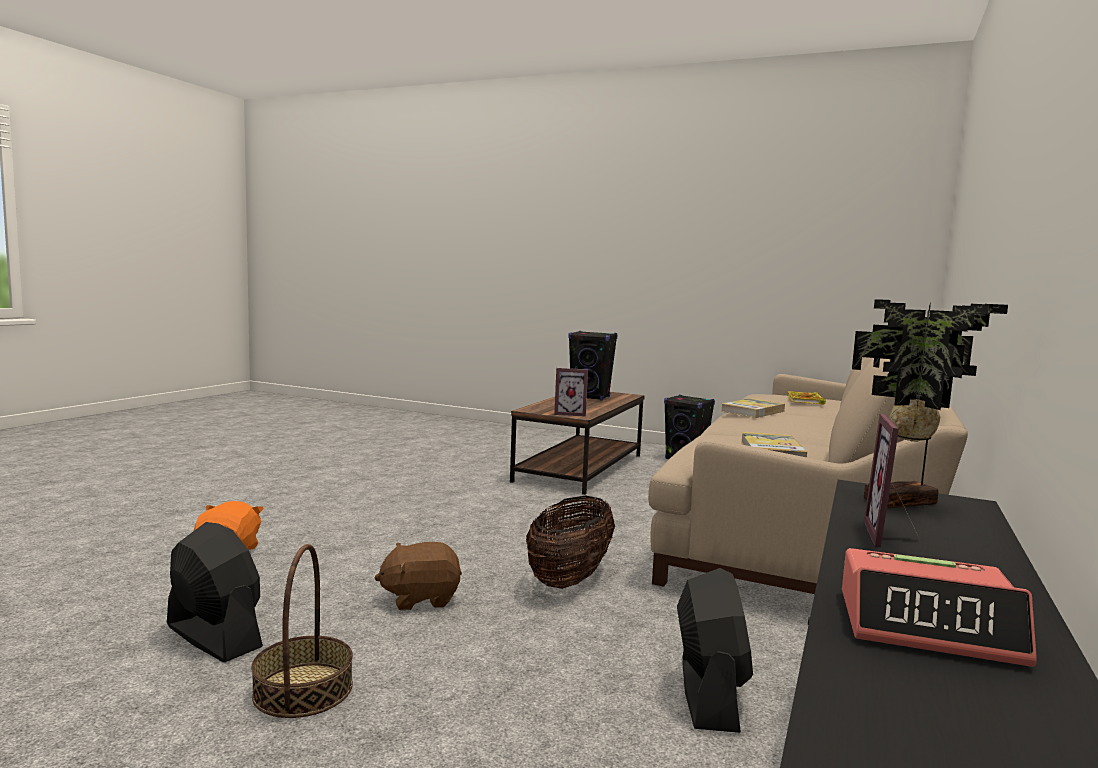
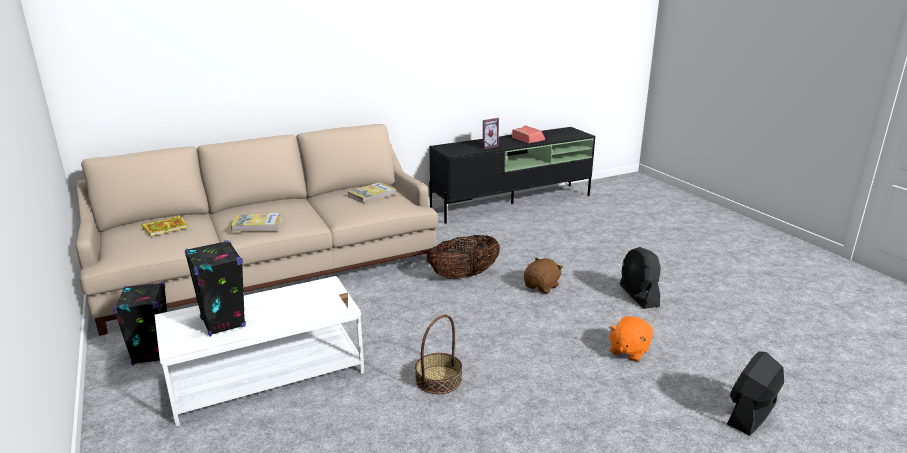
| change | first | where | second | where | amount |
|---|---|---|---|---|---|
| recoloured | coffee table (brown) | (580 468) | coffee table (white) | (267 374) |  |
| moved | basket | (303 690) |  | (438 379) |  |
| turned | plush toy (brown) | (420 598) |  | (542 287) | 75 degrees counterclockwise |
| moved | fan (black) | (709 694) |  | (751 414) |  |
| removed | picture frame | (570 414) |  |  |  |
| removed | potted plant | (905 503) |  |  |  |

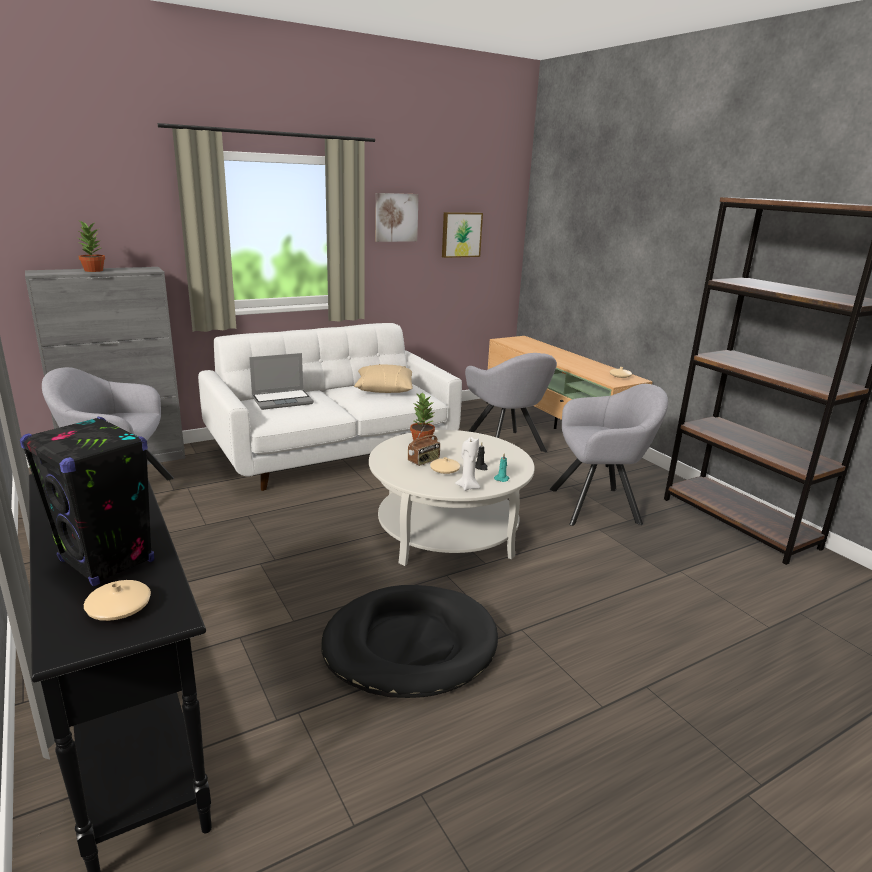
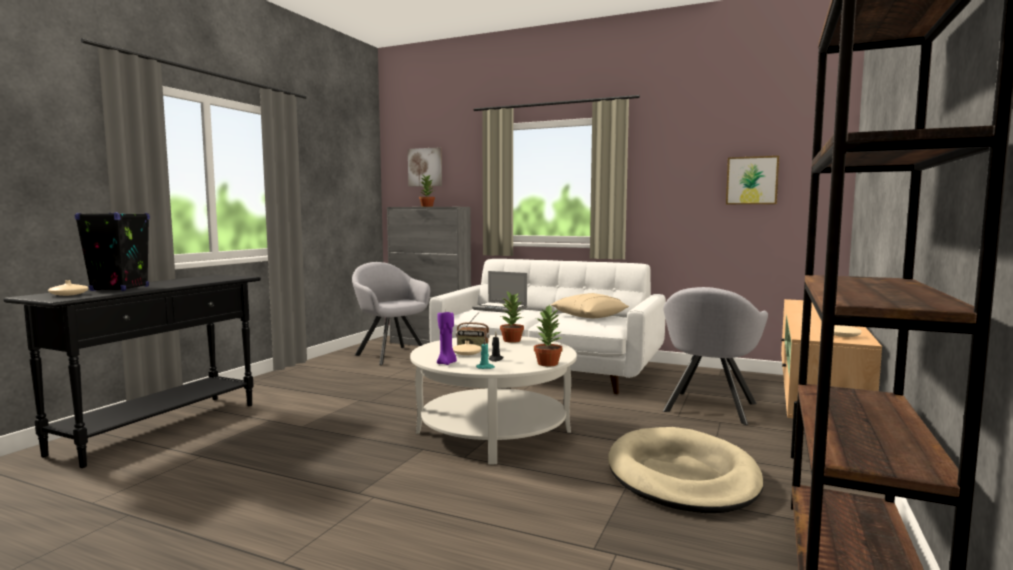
| change | first | where | second | where | amount |
|---|---|---|---|---|---|
| moved | picture | (396 217) |  | (425 167) |  |
| recoloured | candle (white) | (467 487) | candle (purple) | (447 363) |  |
| added |  |  | potted plant | (548 363) |  |
| replaced | armchair (grey) | (600 506) | dog bed (beige) | (682 476) |  |
| removed | dog bed (black) | (410 645) |  |  |  |

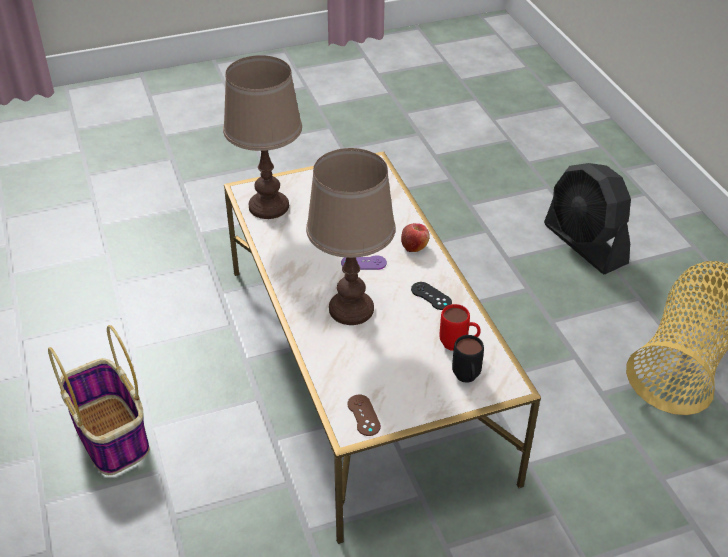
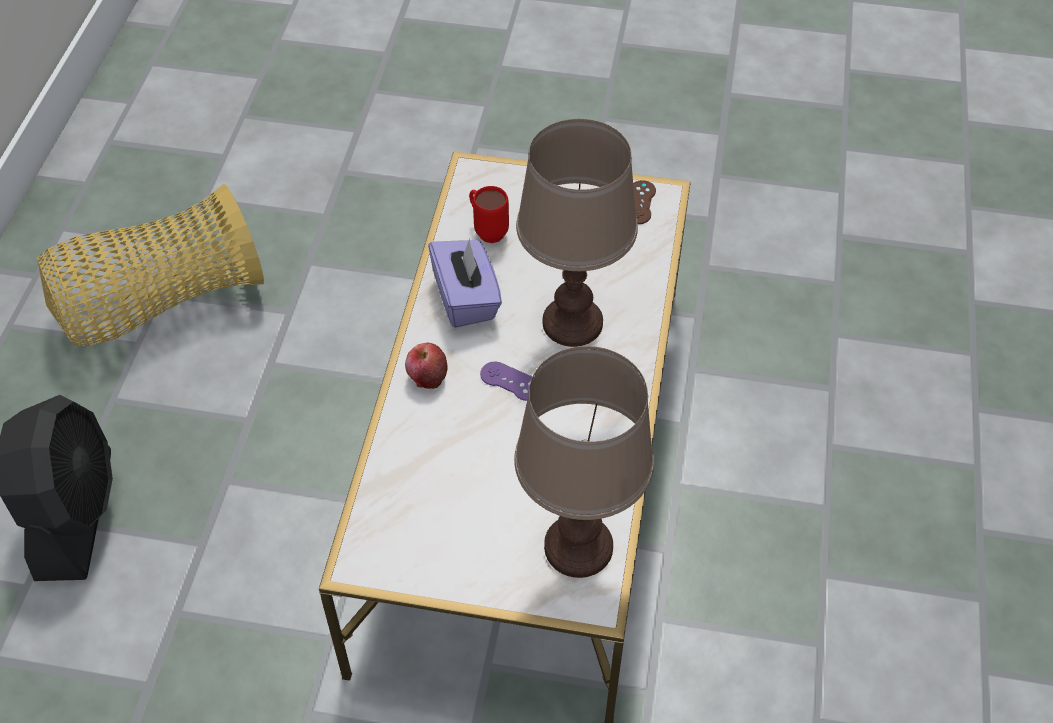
| change | first | where | second | where | amount |
|---|---|---|---|---|---|
| replaced | game controller (black) | (431 296) | tissue box (purple) | (466 299) |  |
| removed | basket | (111 435) |  |  |  |
| removed | mug (black) | (466 379) |  |  |  |

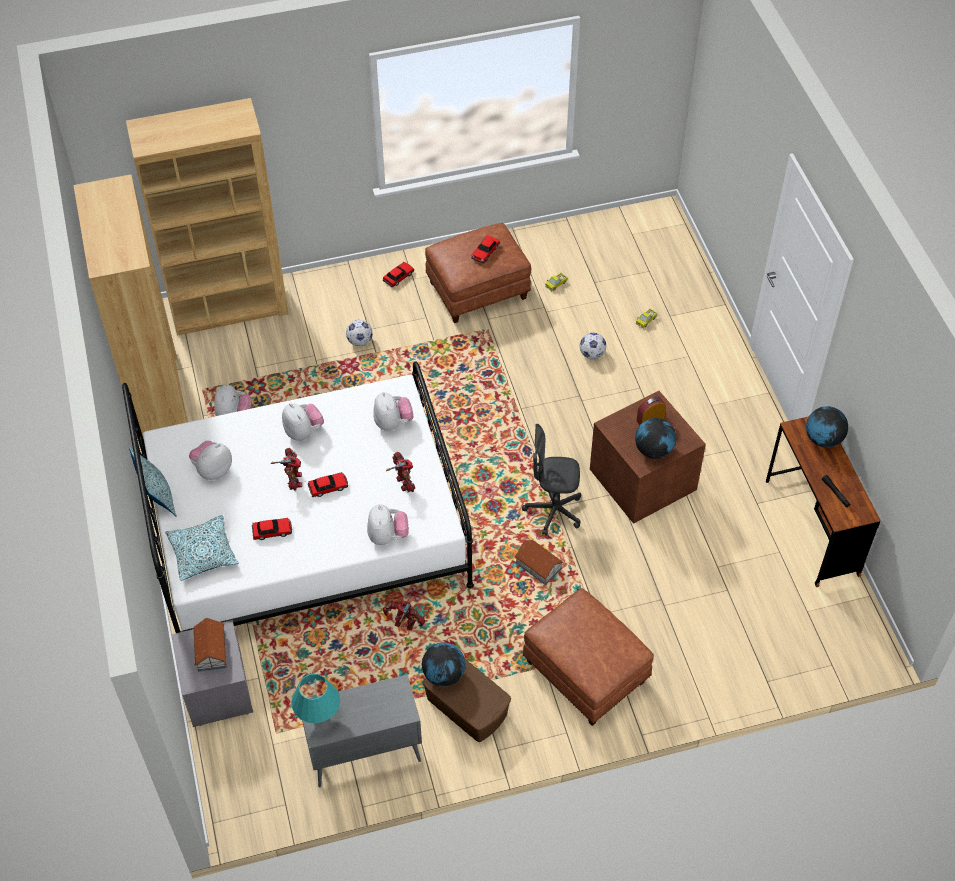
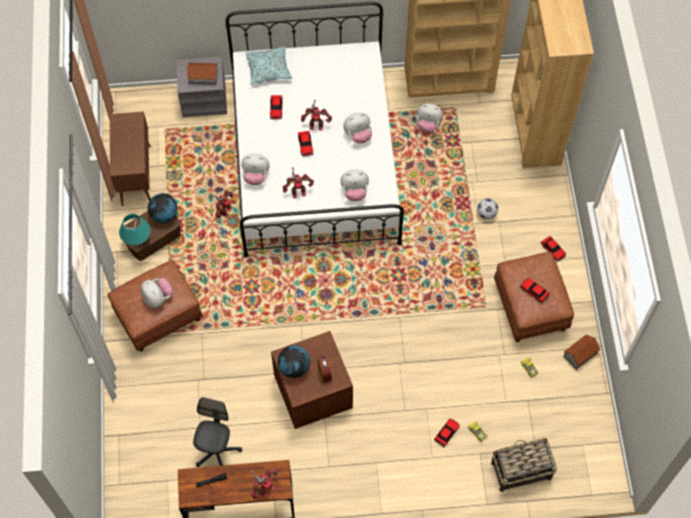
| change | first | where | second | where | amount |
|---|---|---|---|---|---|
| recoloured | cabinet (grey) | (364 754) | cabinet (brown) | (136 175) |  |
| moved | table lamp (turquoise) | (318 715) |  | (137 240) |  |
| moved | plush toy | (213 470) |  | (158 298) |  |
| moved | office chair (grey) | (553 511) |  | (216 451) |  |
| replaced | globe | (823 439) | toy robot | (265 488) |  |
| added |  |  | toy car | (447 433) |  |
| added |  |  | basket | (520 470) |  |
| moved | toy house | (538 565) |  | (580 354) |  |
| removed | pillow | (158 497) |  |  |  |
| removed | football | (592 354) |  |  |  |

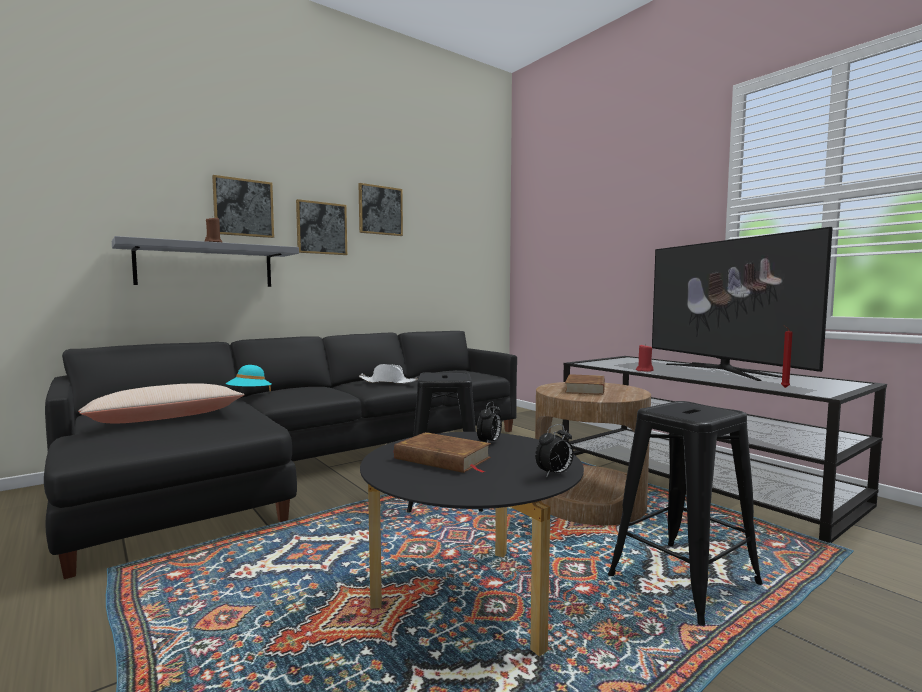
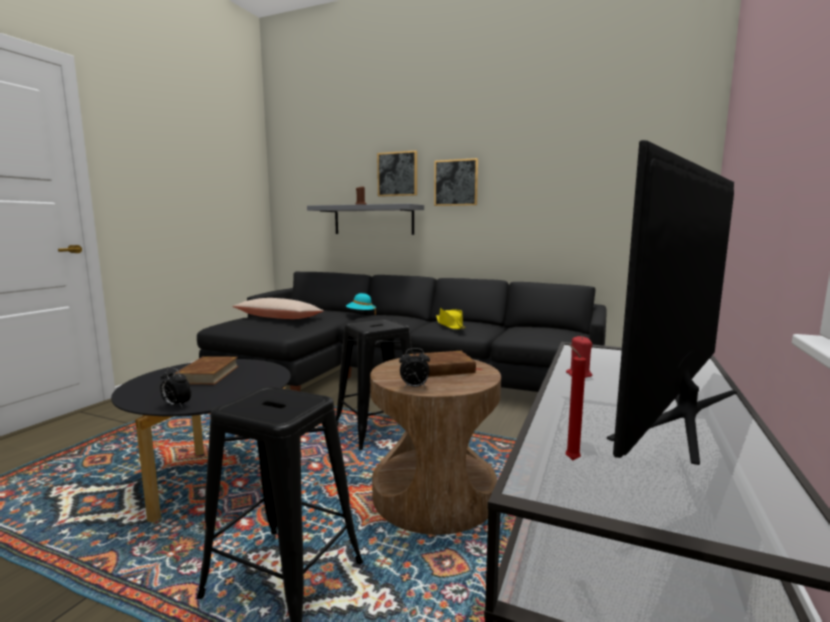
| change | first | where | second | where | amount |
|---|---|---|---|---|---|
| moved | alarm clock | (489 442) |  | (414 387) |  |
| recoloured | hat (white) | (388 382) | hat (yellow) | (450 325) |  |
| removed | picture | (380 210) |  |  |  |

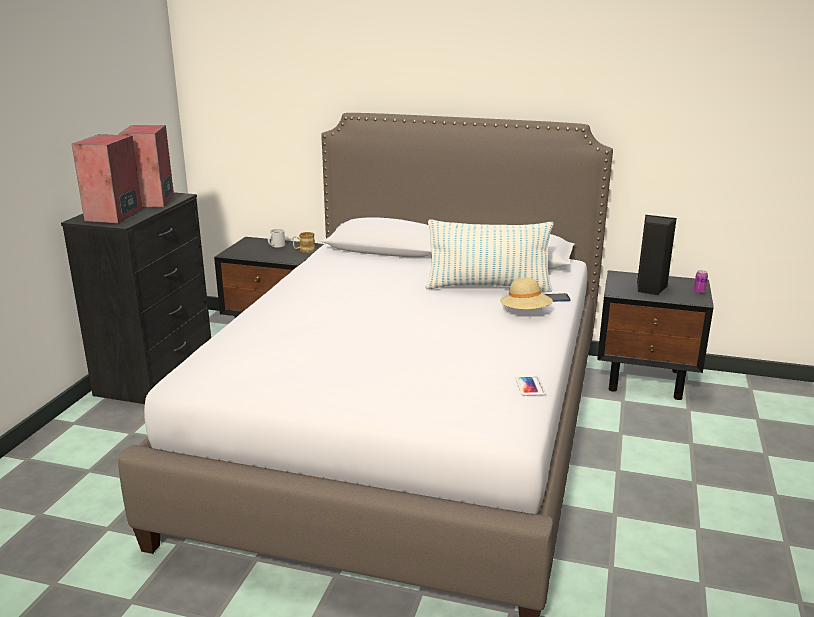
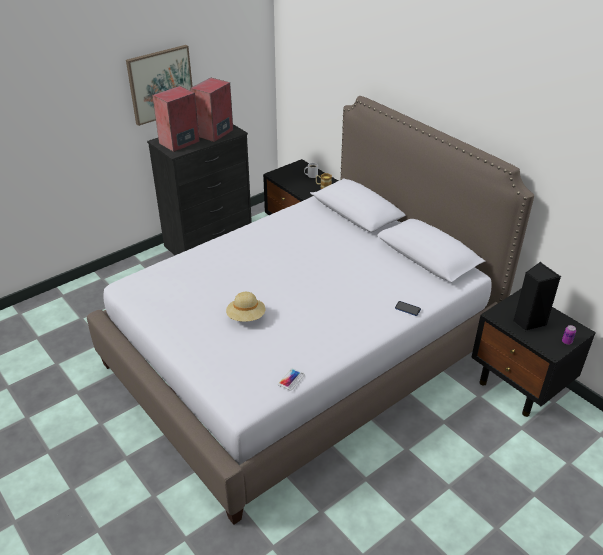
| change | first | where | second | where | amount |
|---|---|---|---|---|---|
| added |  |  | picture | (160 84) |  |
| moved | hat (beige) | (525 312) |  | (246 317) |  |
| removed | pillow | (488 287) |  |  |  |

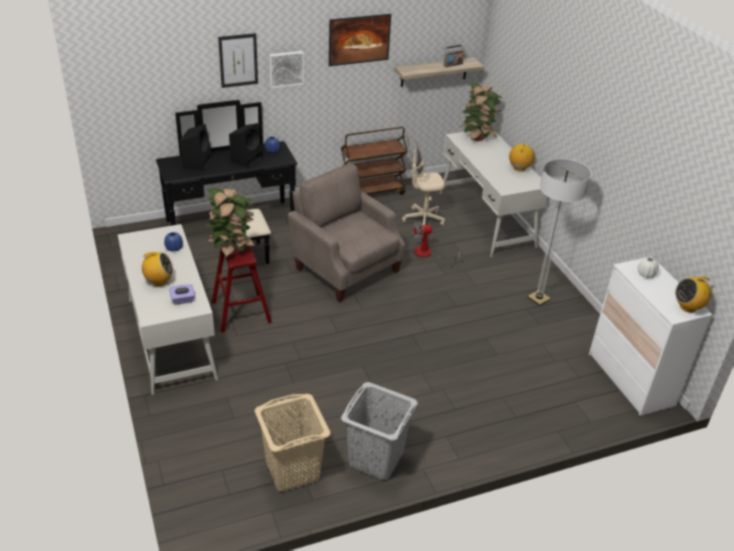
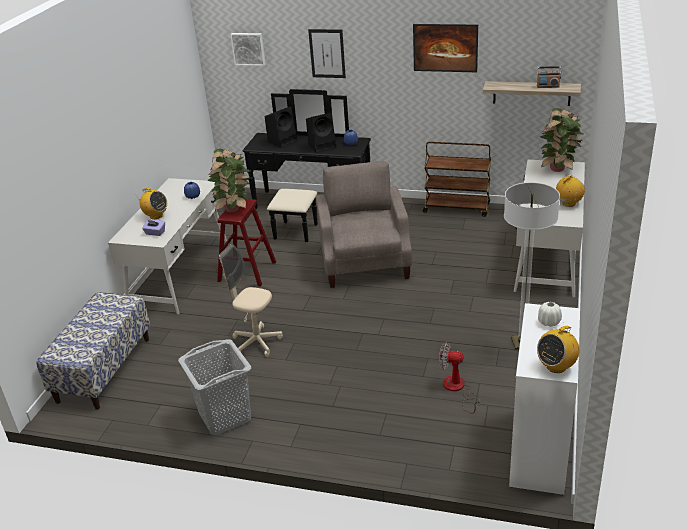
| change | first | where | second | where | amount |
|---|---|---|---|---|---|
| added |  |  | bench | (104 369) |  |
| moved | office chair (beige) | (423 219) |  | (256 343) |  |
| moved | picture | (286 68) |  | (248 48) |  |
| moved | fan | (428 254) |  | (457 389) |  |
| turned | radio | (688 307) |  | (556 366) | 60 degrees counterclockwise |
| removed | laundry basket (beige) | (293 470) |  |  |  |

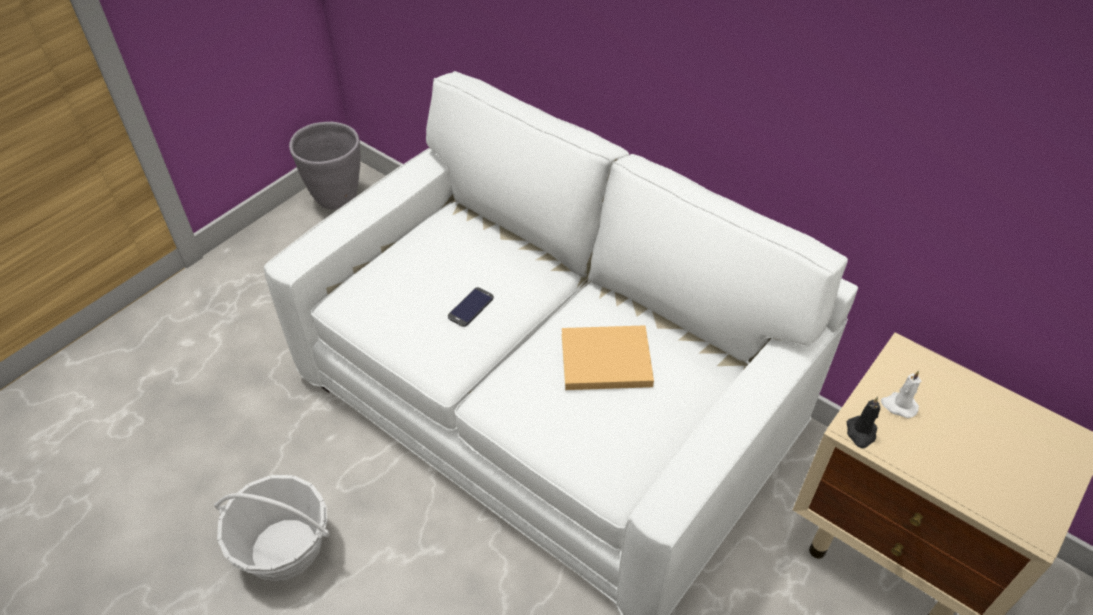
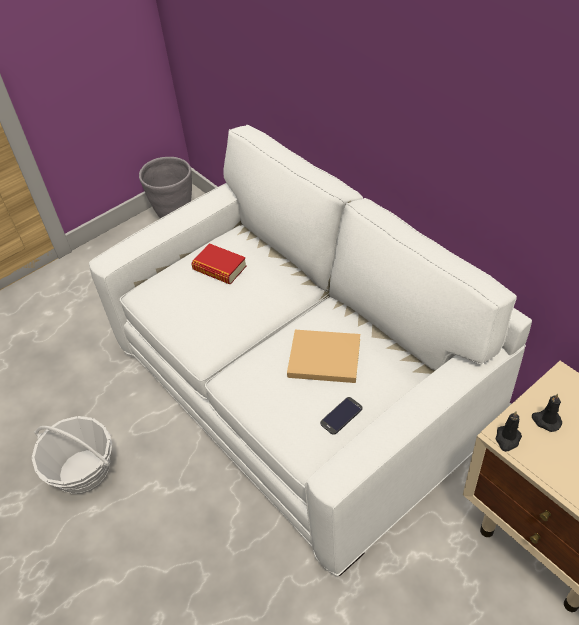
| change | first | where | second | where | amount |
|---|---|---|---|---|---|
| added |  |  | book | (219 268) |  |
| moved | phone | (470 307) |  | (341 415) |  |
| recoloured | candle (white) | (898 405) | candle (black) | (546 420) |  |

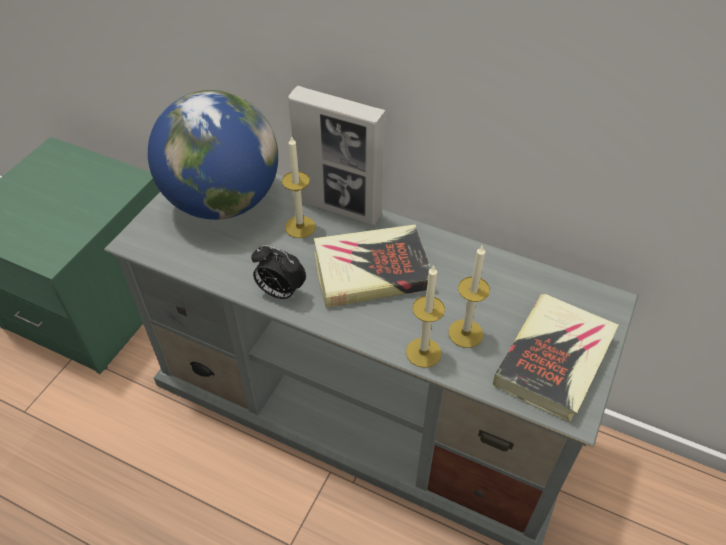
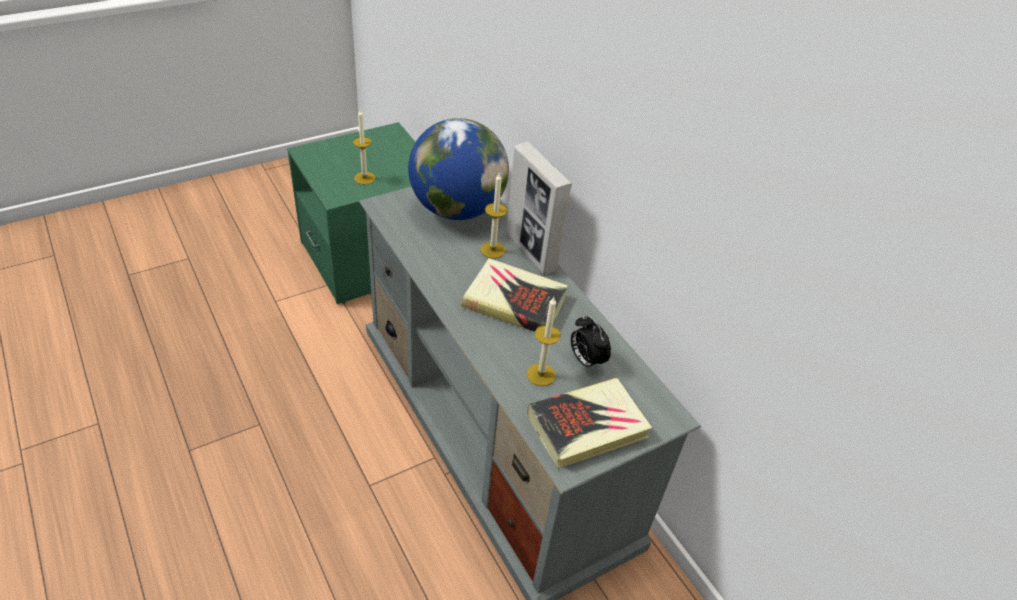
| change | first | where | second | where | amount |
|---|---|---|---|---|---|
| moved | candle | (423 352) |  | (364 178) |  |
| moved | alarm clock | (280 292) |  | (586 360) |  |

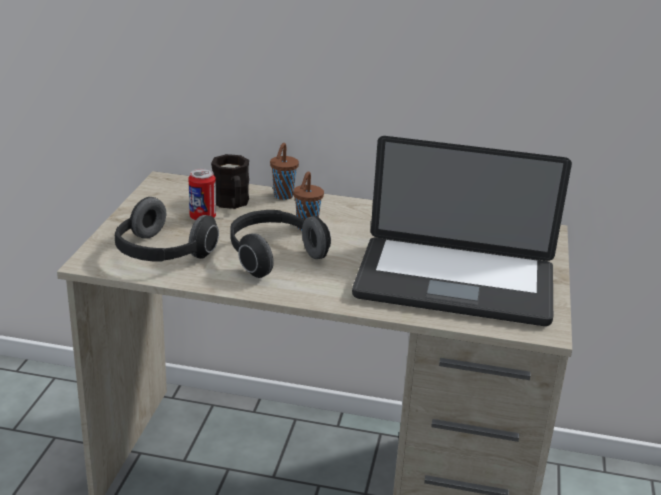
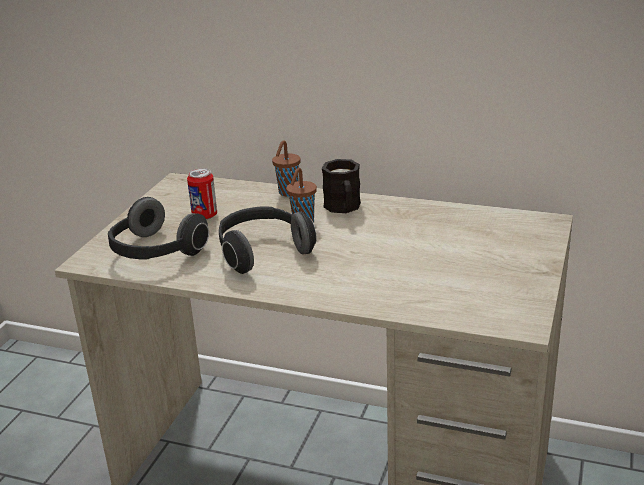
| change | first | where | second | where | amount |
|---|---|---|---|---|---|
| moved | mug (black) | (232 204) |  | (343 208) |  |
| removed | laptop | (454 283) |  |  |  |

